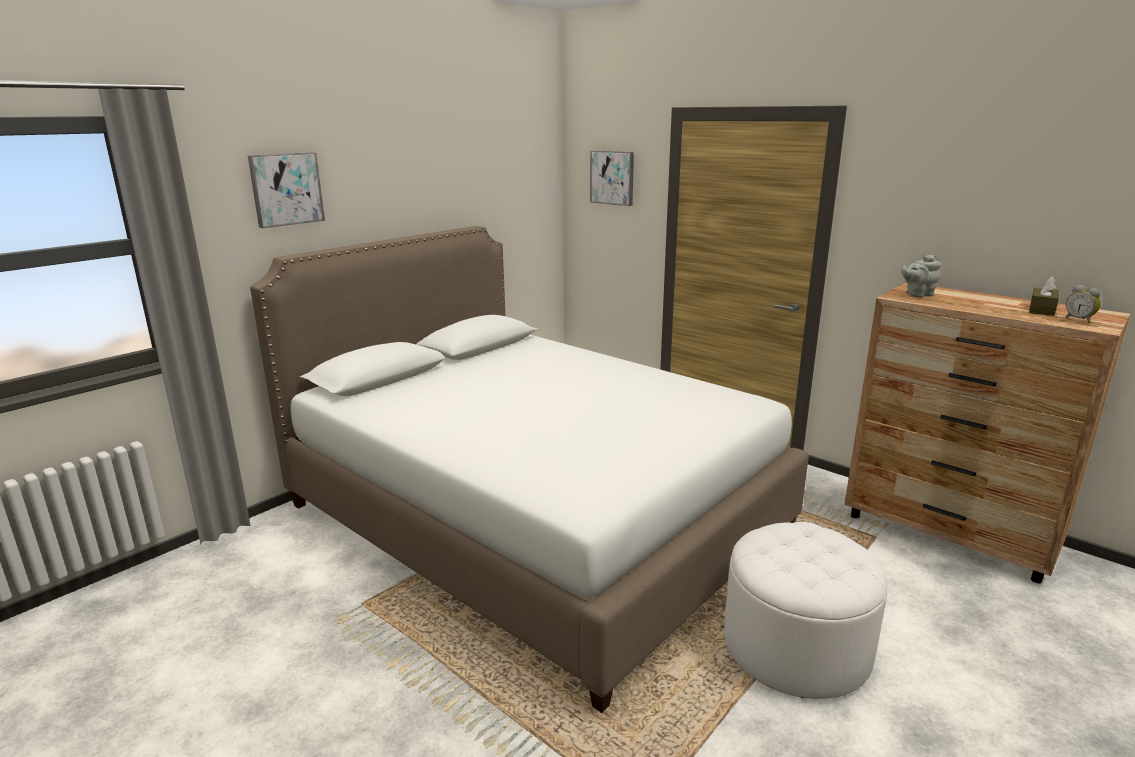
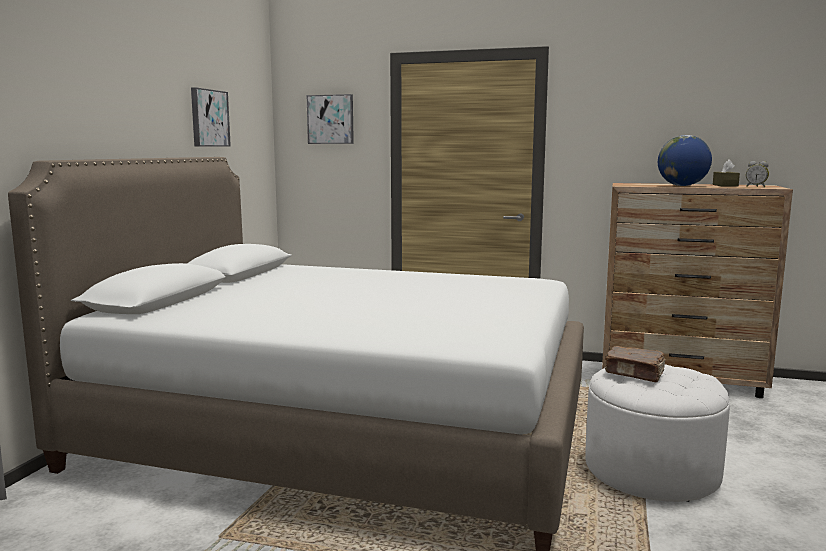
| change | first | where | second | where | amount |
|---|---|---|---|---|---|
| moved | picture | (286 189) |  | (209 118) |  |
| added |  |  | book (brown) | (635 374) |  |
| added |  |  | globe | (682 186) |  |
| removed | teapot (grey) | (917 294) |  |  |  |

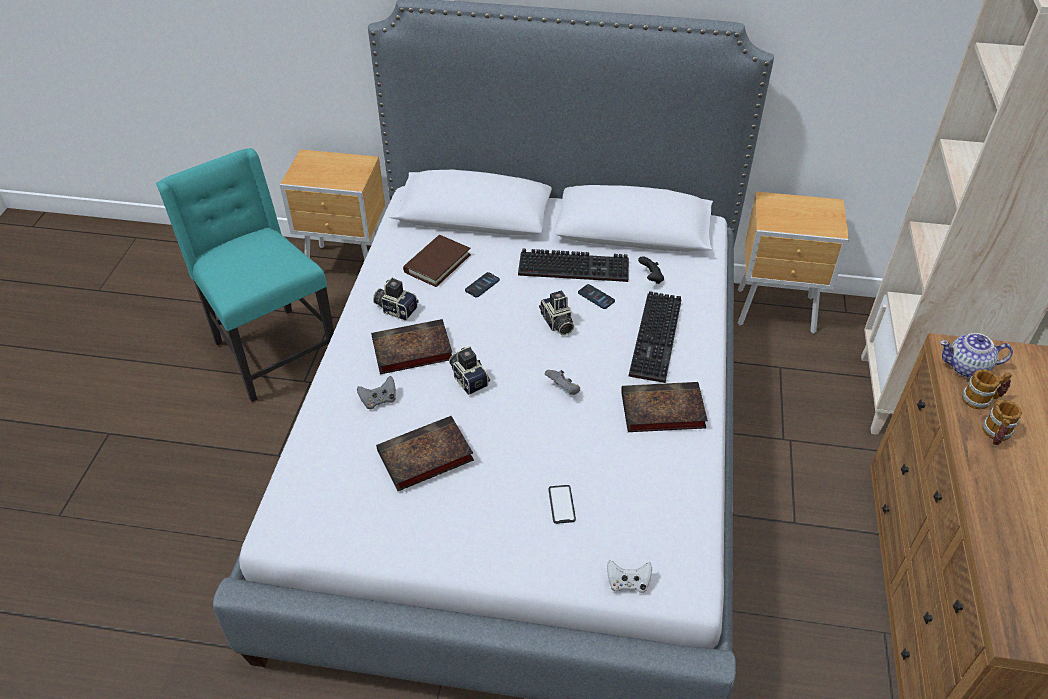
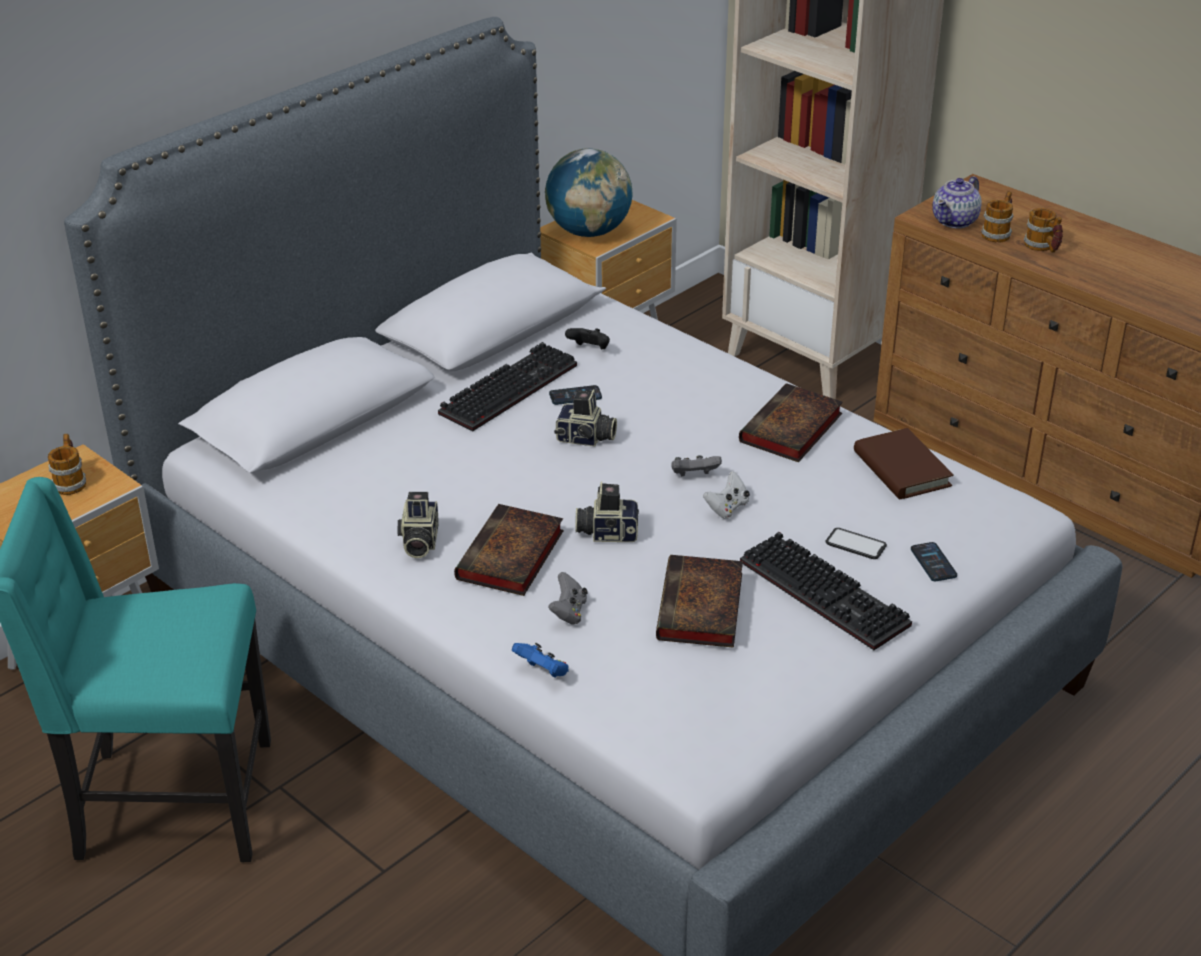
| change | first | where | second | where | amount |
|---|---|---|---|---|---|
| added |  |  | mug | (71 481) |  |
| turned | photo camera | (396 308) |  | (418 542) | 60 degrees counterclockwise |
| added |  |  | game controller (blue) | (542 672) |  |
| added |  |  | globe | (589 232) |  |
| moved | game controller (white) | (628 583) |  | (727 508) |  |
| moved | keyboard | (657 339) |  | (828 594) |  |
| moved | book (brown) | (437 263) |  | (901 469) |  |
| moved | phone | (482 285) |  | (933 563) |  |

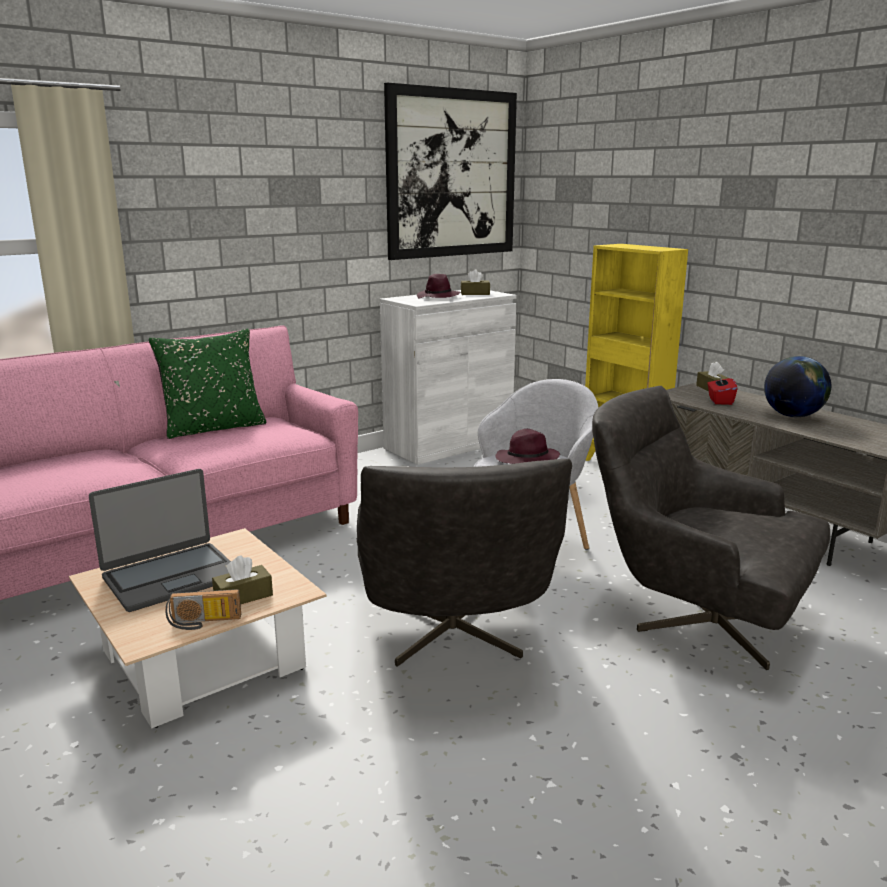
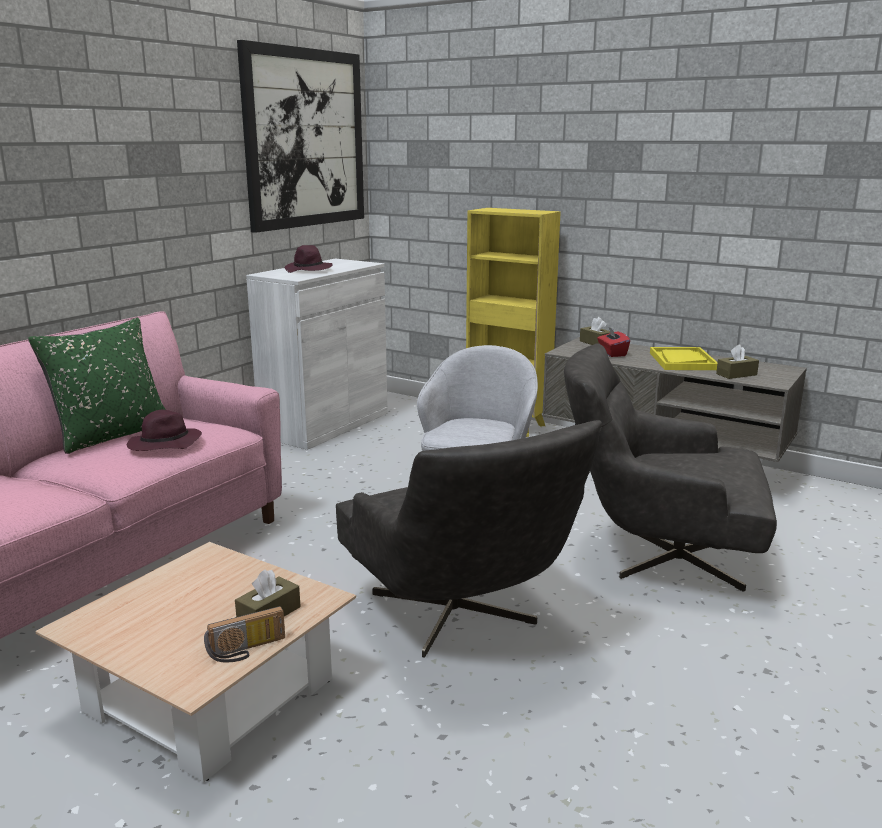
| change | first | where | second | where | amount |
|---|---|---|---|---|---|
| moved | hat (purple) | (526 460) |  | (164 445) |  |
| replaced | globe | (792 415) | tray (yellow) | (682 361) |  |
| moved | tissue box (brown) | (475 294) |  | (736 374) |  |
| removed | laptop | (171 577) |  |  |  |

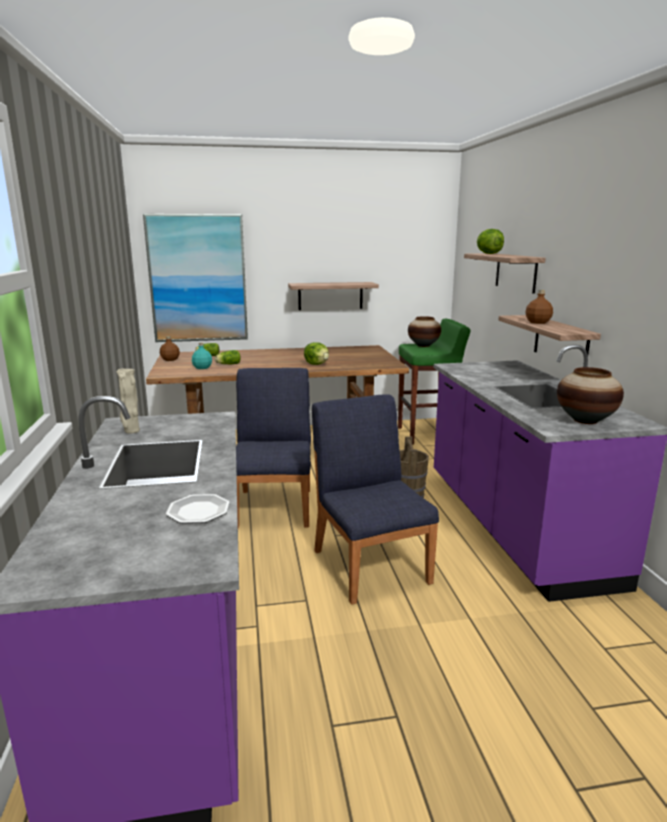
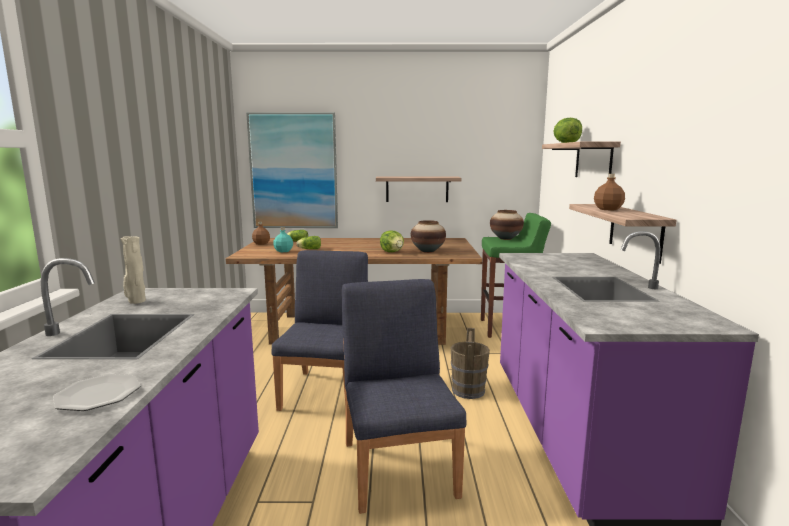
| change | first | where | second | where | amount |
|---|---|---|---|---|---|
| moved | vase | (585 420) |  | (428 251) |  |

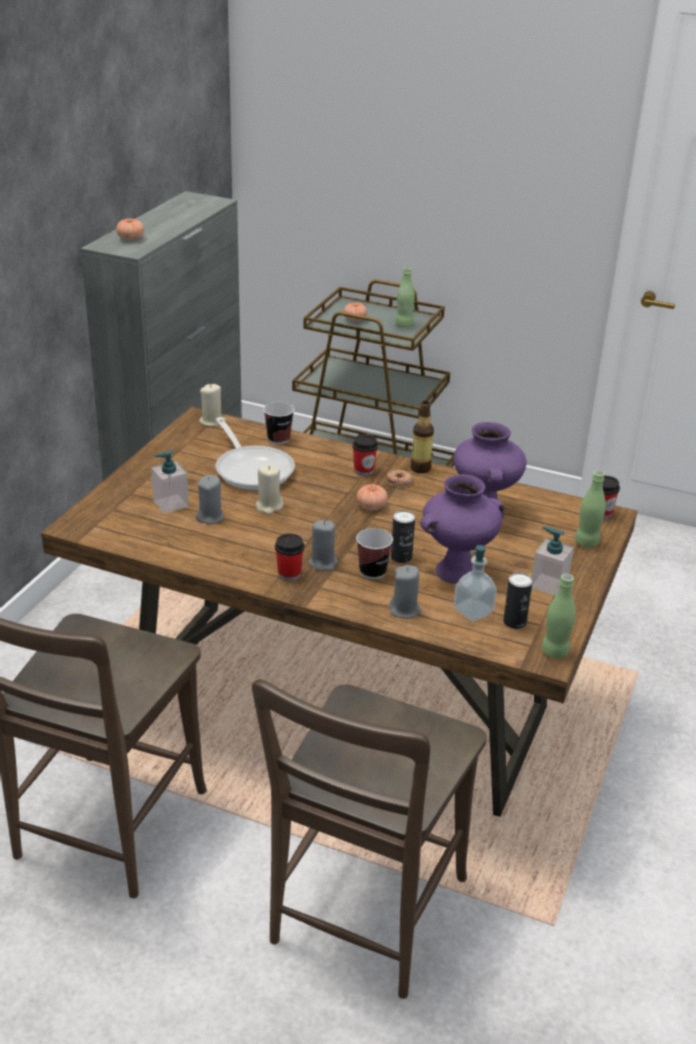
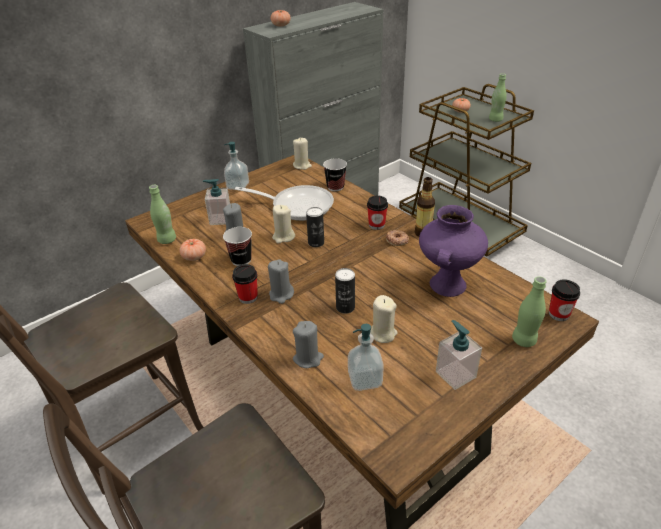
| change | first | where | second | where | amount |
|---|---|---|---|---|---|
| moved | bottle (green) | (555 652) |  | (167 240) |  |
| moved | tomato | (371 506) |  | (194 257) |  |
| moved | cup | (372 572) |  | (241 260) |  |
| added |  |  | soap dispenser | (238 186) |  |
| turned | frying pan | (252 469) |  | (297 206) | 75 degrees counterclockwise |
| moved | can | (514 622) |  | (316 243) |  |
| replaced | vase (purple) | (457 570) | candle (beige) | (382 333) |  |

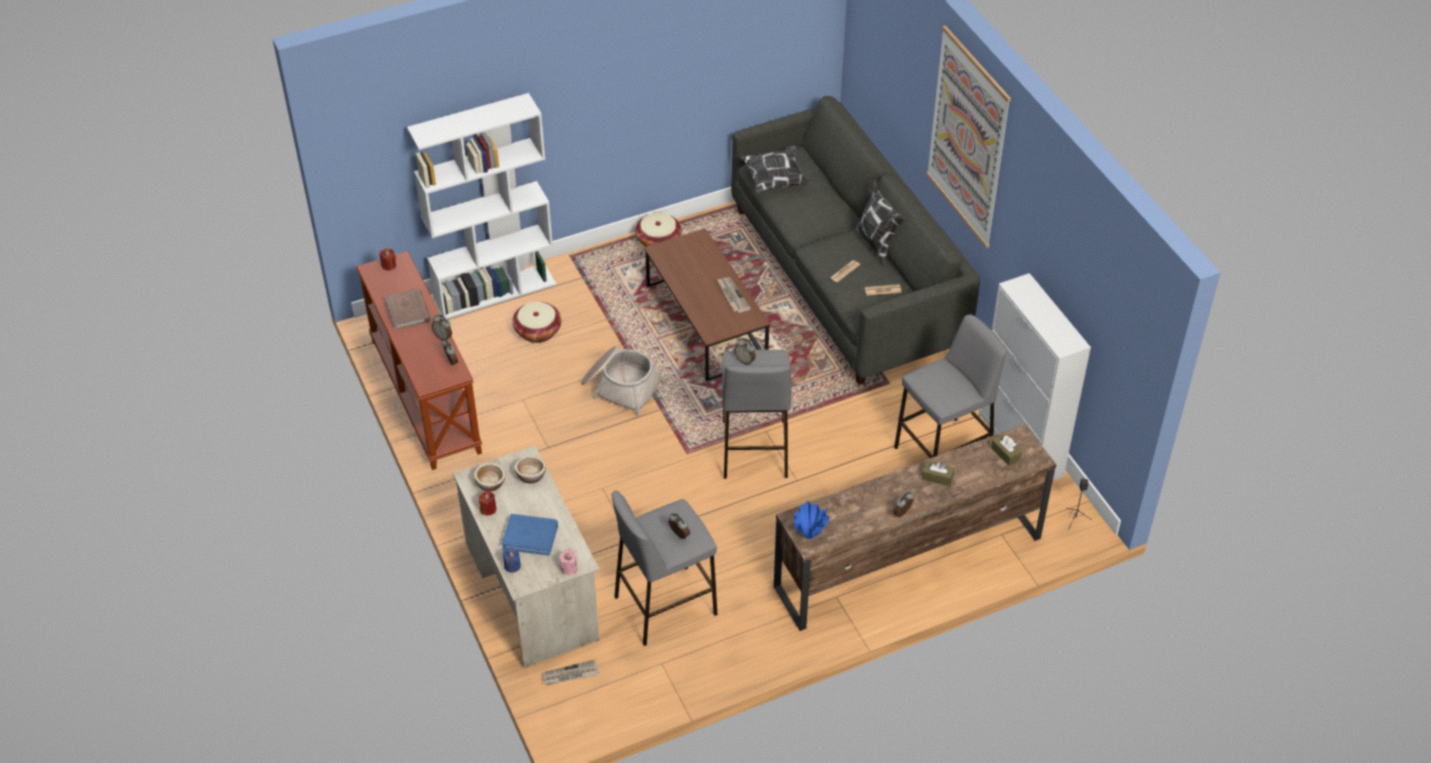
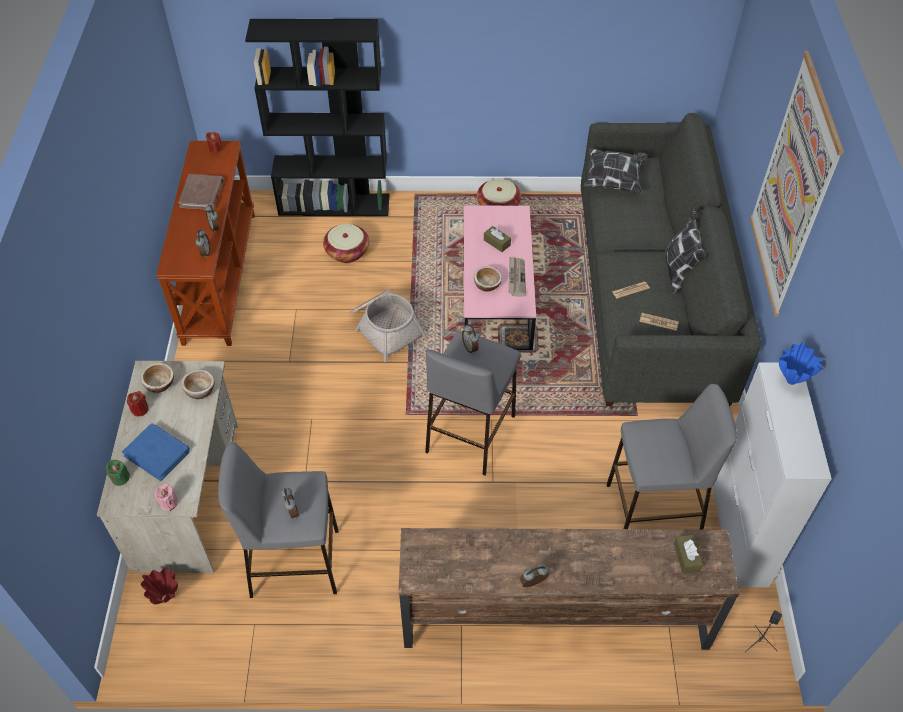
| change | first | where | second | where | amount |
|---|---|---|---|---|---|
| recoloured | candle (blue) | (512 566) | candle (green) | (120 478) |  |
| replaced | newspaper | (570 675) | vase (red) | (166 598) |  |
| recoloured | bookcase (white) | (495 291) | bookcase (black) | (335 204) |  |
| recoloured | coffee table (brown) | (705 323) | coffee table (pink) | (496 294) |  |
| added |  |  | bowl | (487 285) |  |
| moved | tissue box (brown) | (937 477) |  | (497 242) |  |
| moved | vase (blue) | (809 536) |  | (791 381) |  |

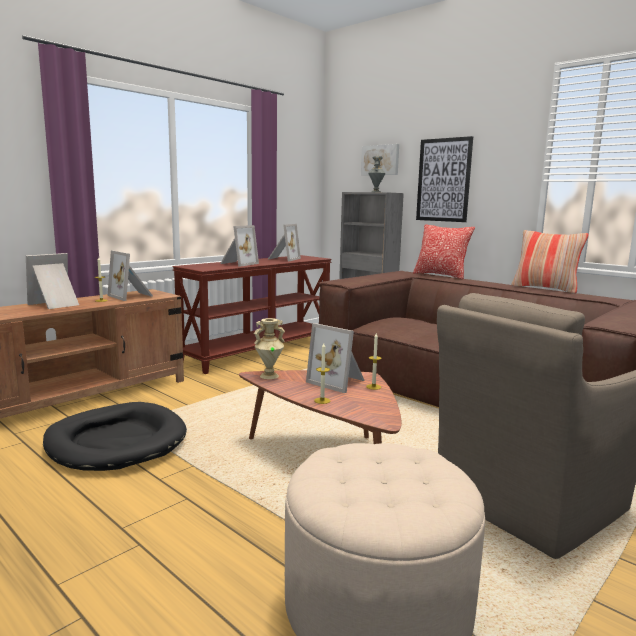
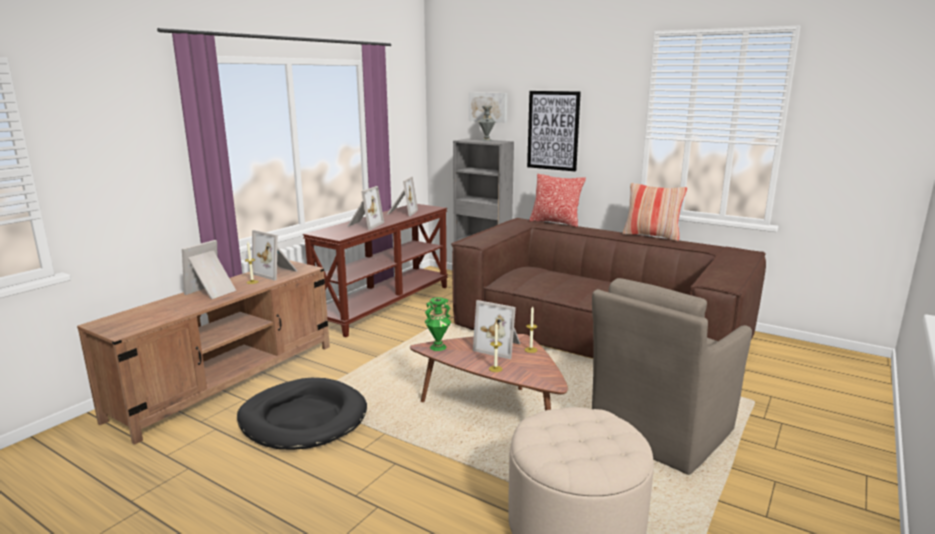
| change | first | where | second | where | amount |
|---|---|---|---|---|---|
| recoloured | vase (beige) | (269 376) | vase (green) | (438 347) |  |

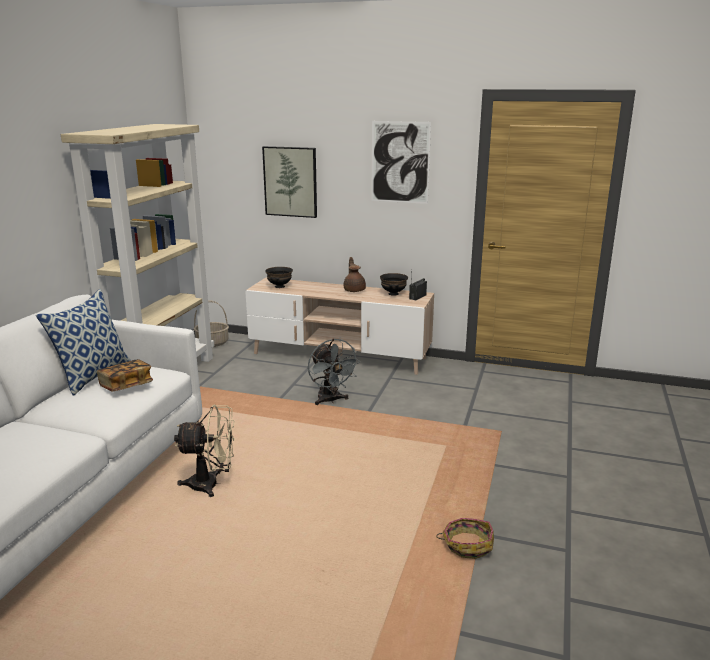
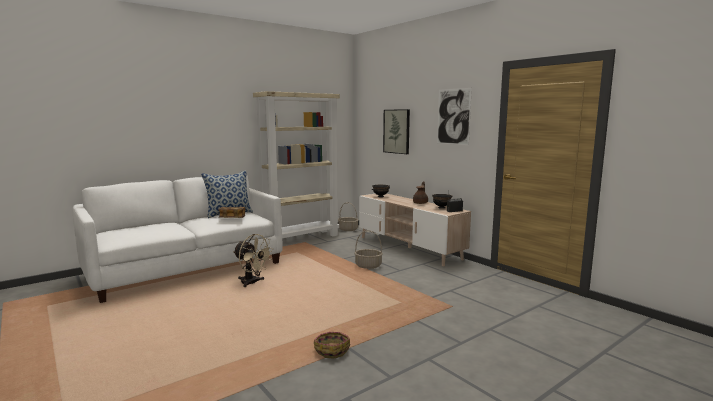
| change | first | where | second | where | amount |
|---|---|---|---|---|---|
| replaced | fan (grey) | (330 400) | basket | (368 265) |  |

